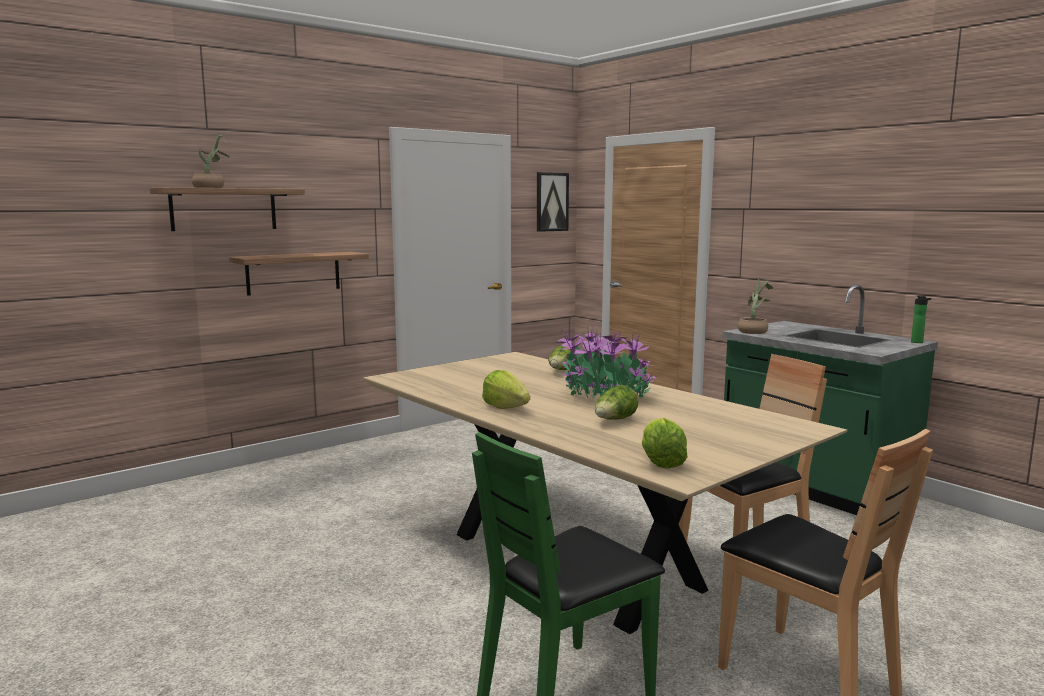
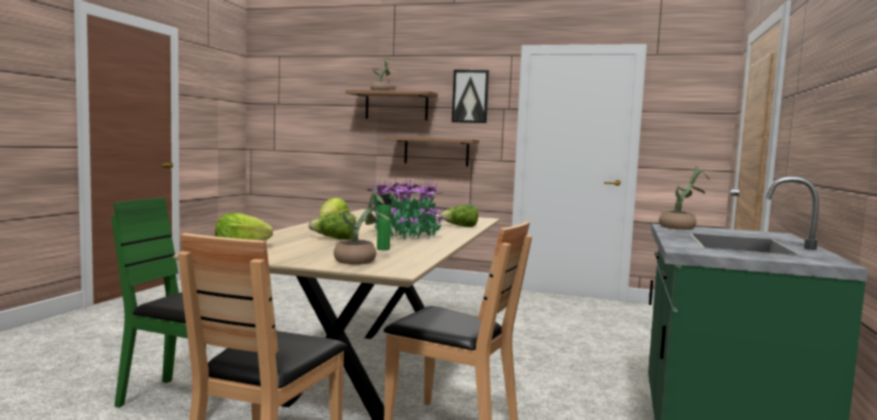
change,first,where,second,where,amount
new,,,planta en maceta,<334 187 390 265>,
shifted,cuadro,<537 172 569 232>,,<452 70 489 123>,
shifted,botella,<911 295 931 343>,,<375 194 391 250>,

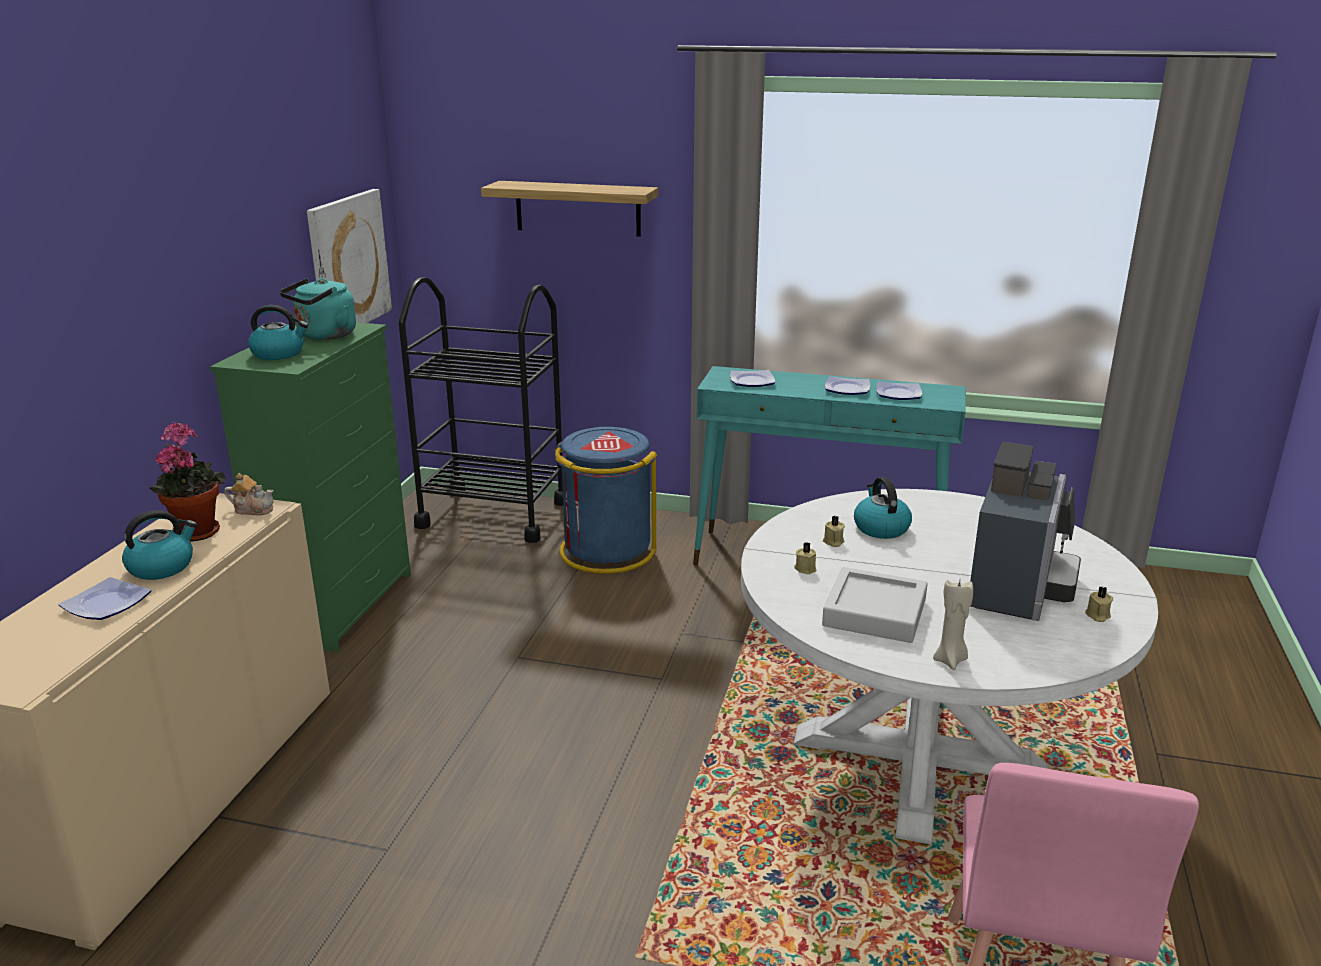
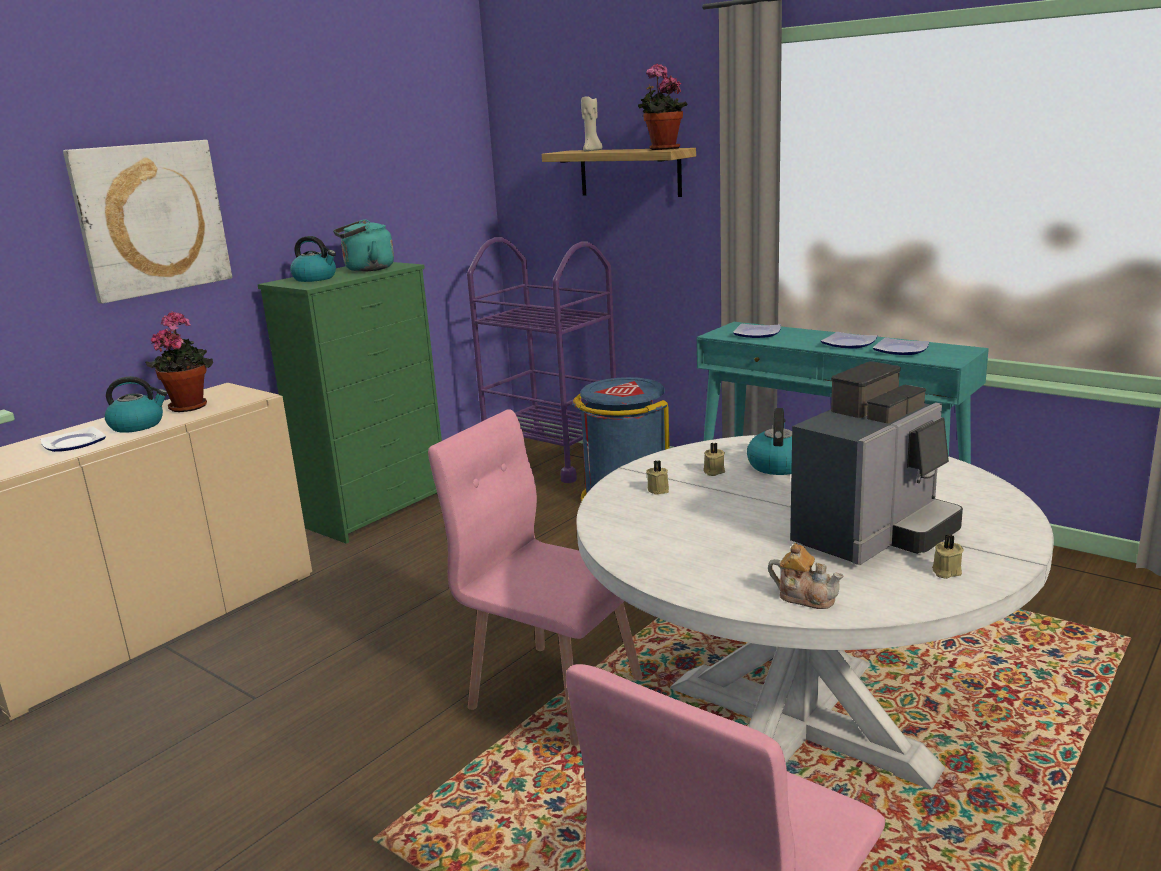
change,first,where,second,where,amount
gone,bandeja/gris,<822 567 928 643>,,,
new,,,silla/rosa,<428 409 643 746>,
new,,,planta en maceta,<638 63 688 150>,
shifted,tetera,<224 473 274 515>,,<768 543 844 609>,
shifted,cuadro,<307 189 392 323>,,<63 140 232 304>,
shifted,vela/beis,<933 580 973 670>,,<581 96 603 151>,
repainted,carrito/negro,<399 277 563 543>,carrito/morado,<467 237 616 483>,

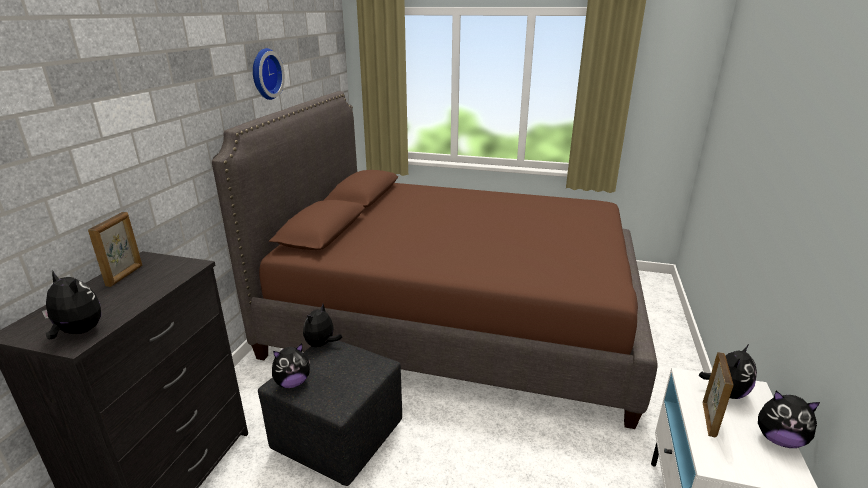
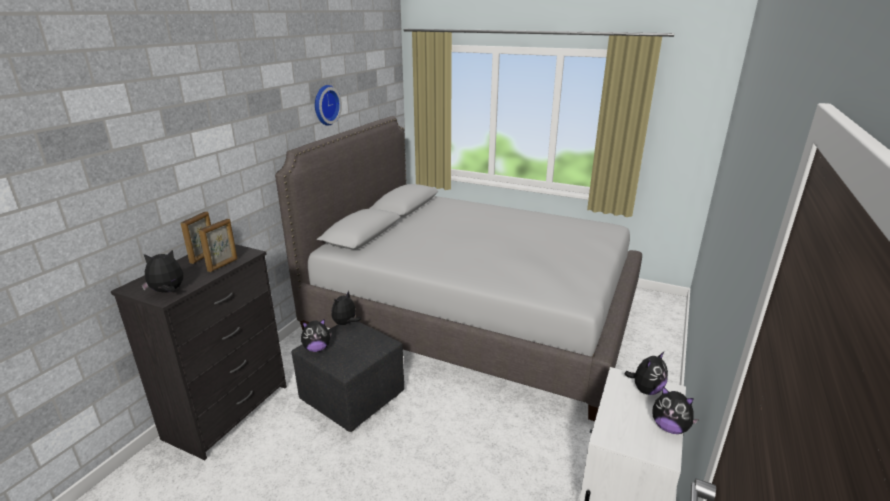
change,first,where,second,where,amount
shifted,portarretratos,<703 352 733 437>,,<199 219 237 272>,
repainted,cama/marrón,<212 91 658 429>,cama/gris,<275 116 642 421>,
rotated,peluche,<42 271 101 339>,,<141 250 183 293>,60 degrees counterclockwise

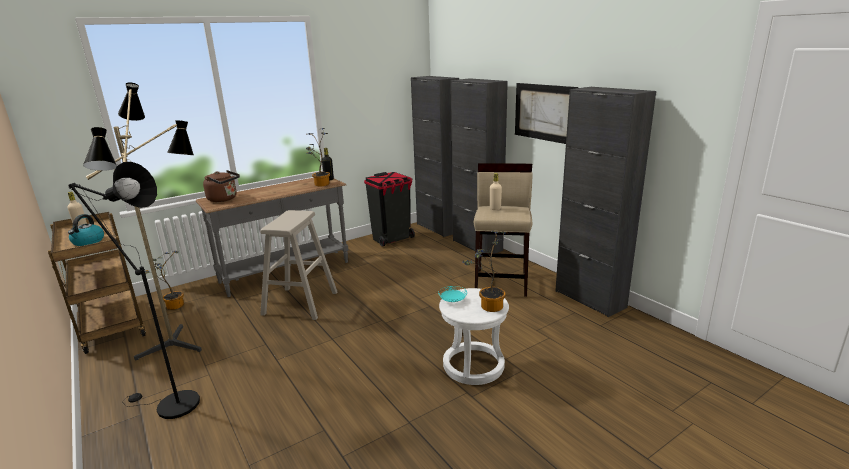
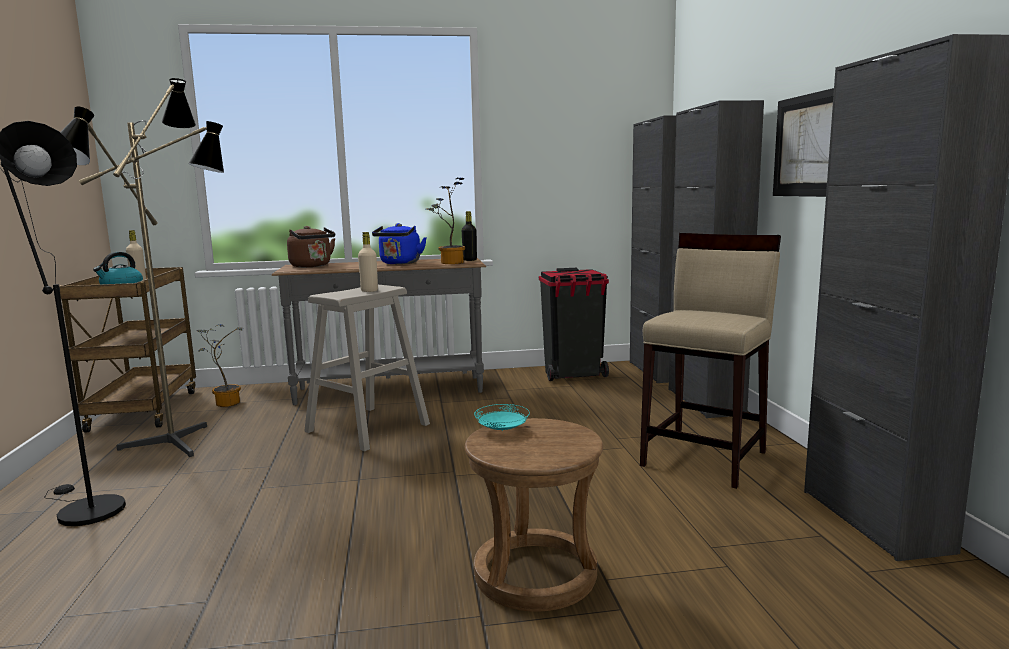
change,first,where,second,where,amount
gone,planta en maceta,<463 231 506 312>,,,
new,,,hervidor/azul,<372 223 427 264>,
shifted,botella/beis,<490 173 502 210>,,<358 232 378 292>,
repainted,taburete/blanco,<439 288 509 385>,taburete/marrón,<465 418 603 612>,

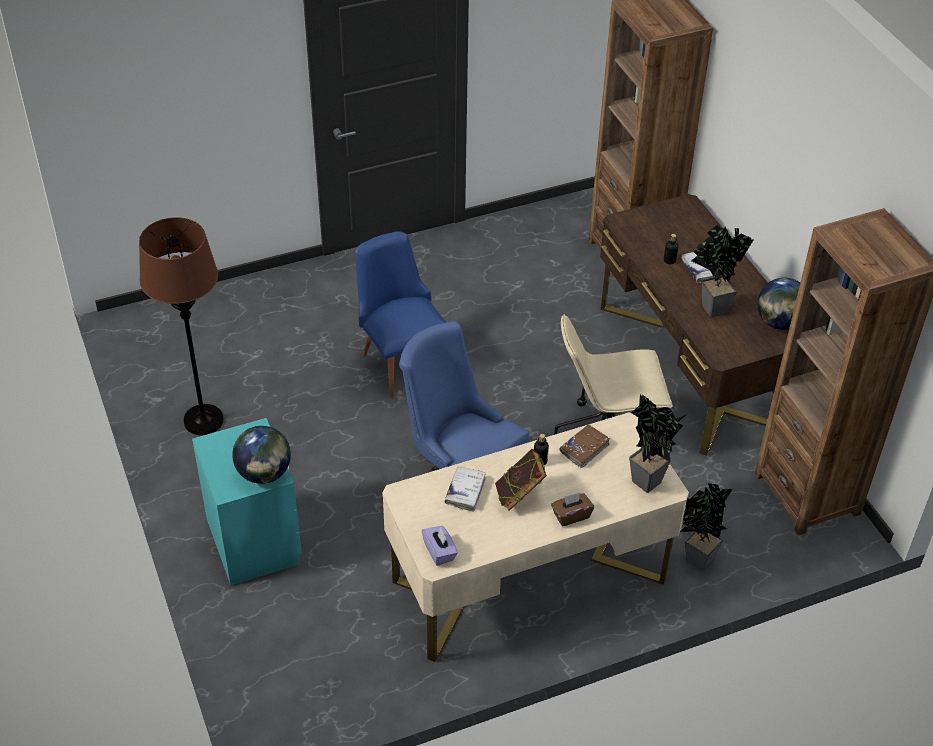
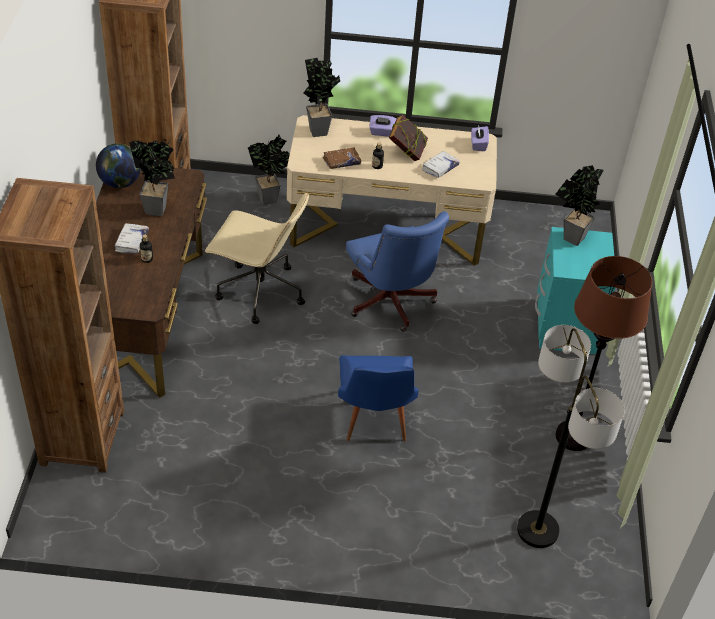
change,first,where,second,where,amount
new,,,lámpara de pie,<517 325 625 548>,
swapped,globo terráqueo,<232 426 291 484>,planta en maceta,<555 165 604 246>,
repainted,caja de pañuelos/marrón,<551 493 594 526>,caja de pañuelos/morado,<369 115 397 137>,

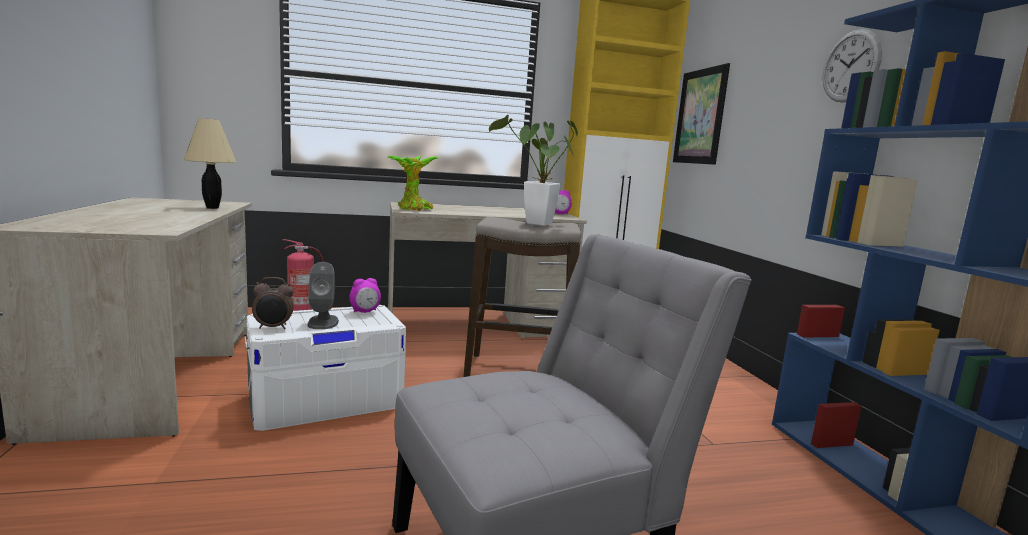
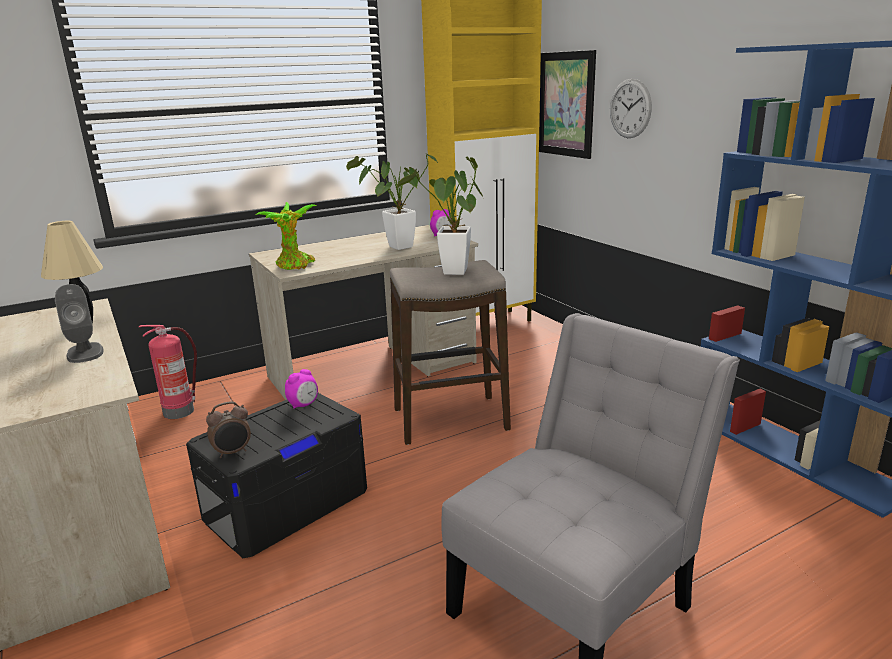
change,first,where,second,where,amount
new,,,planta en maceta,<346 152 439 250>,
shifted,altavoz/gris,<308 262 339 329>,,<55 284 103 363>,
shifted,reloj de pared,<823 29 882 102>,,<610 79 652 138>,
repainted,caja de almacenaje/blanco,<244 305 406 431>,caja de almacenaje/negro,<186 393 367 558>,

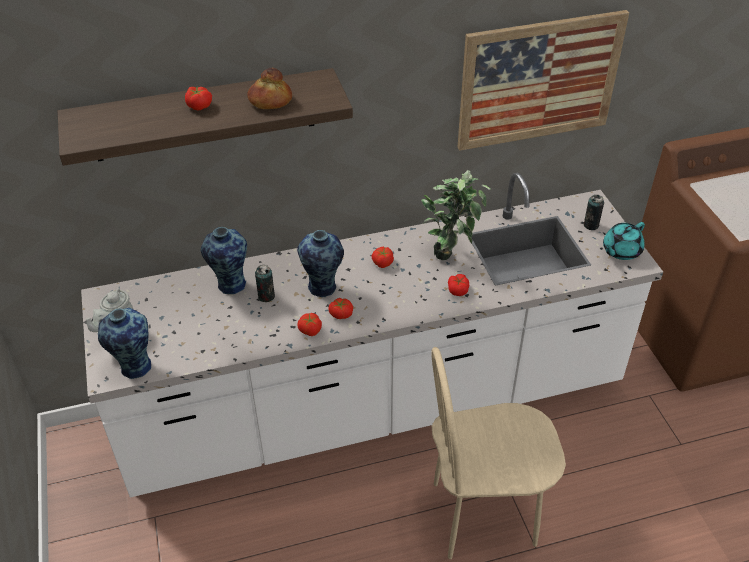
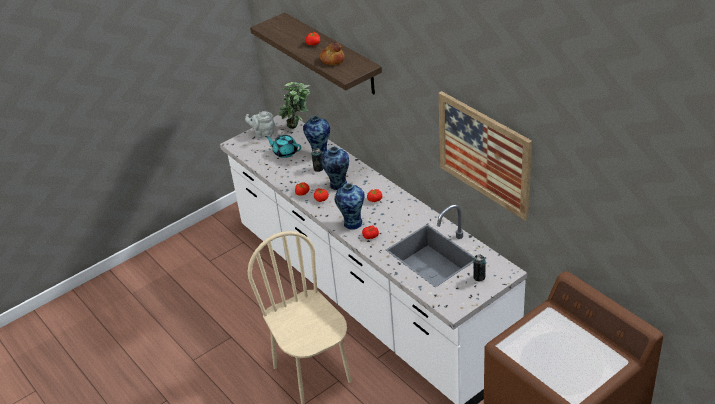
change,first,where,second,where,amount
shifted,florero,<98 308 151 379>,,<335 183 365 229>,
shifted,planta en maceta,<421 170 491 260>,,<278 82 310 129>,
shifted,tetera/turquesa,<603 222 645 260>,,<265 135 301 158>,

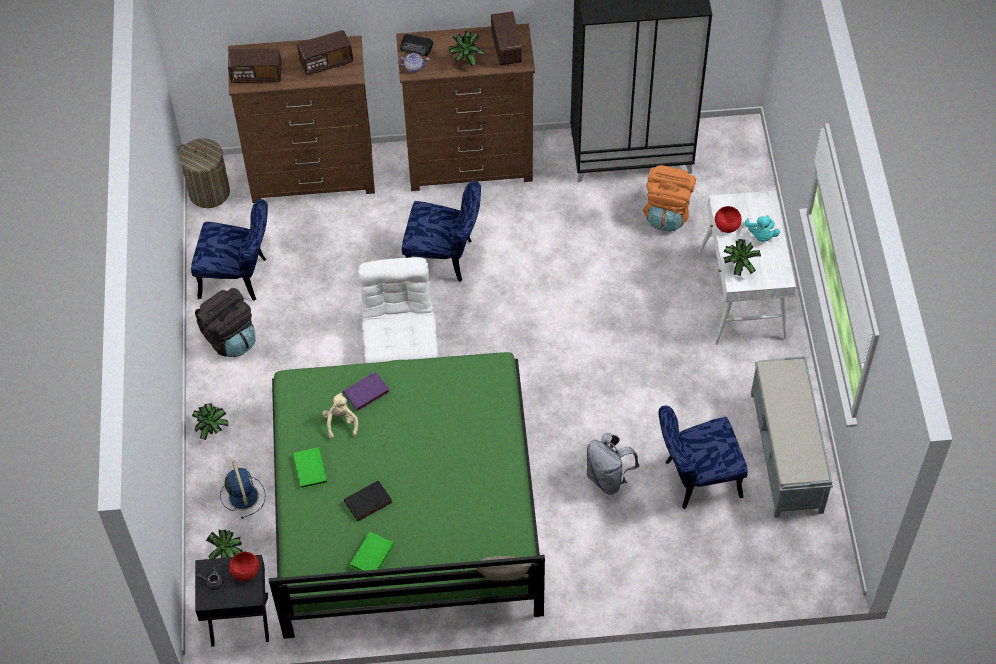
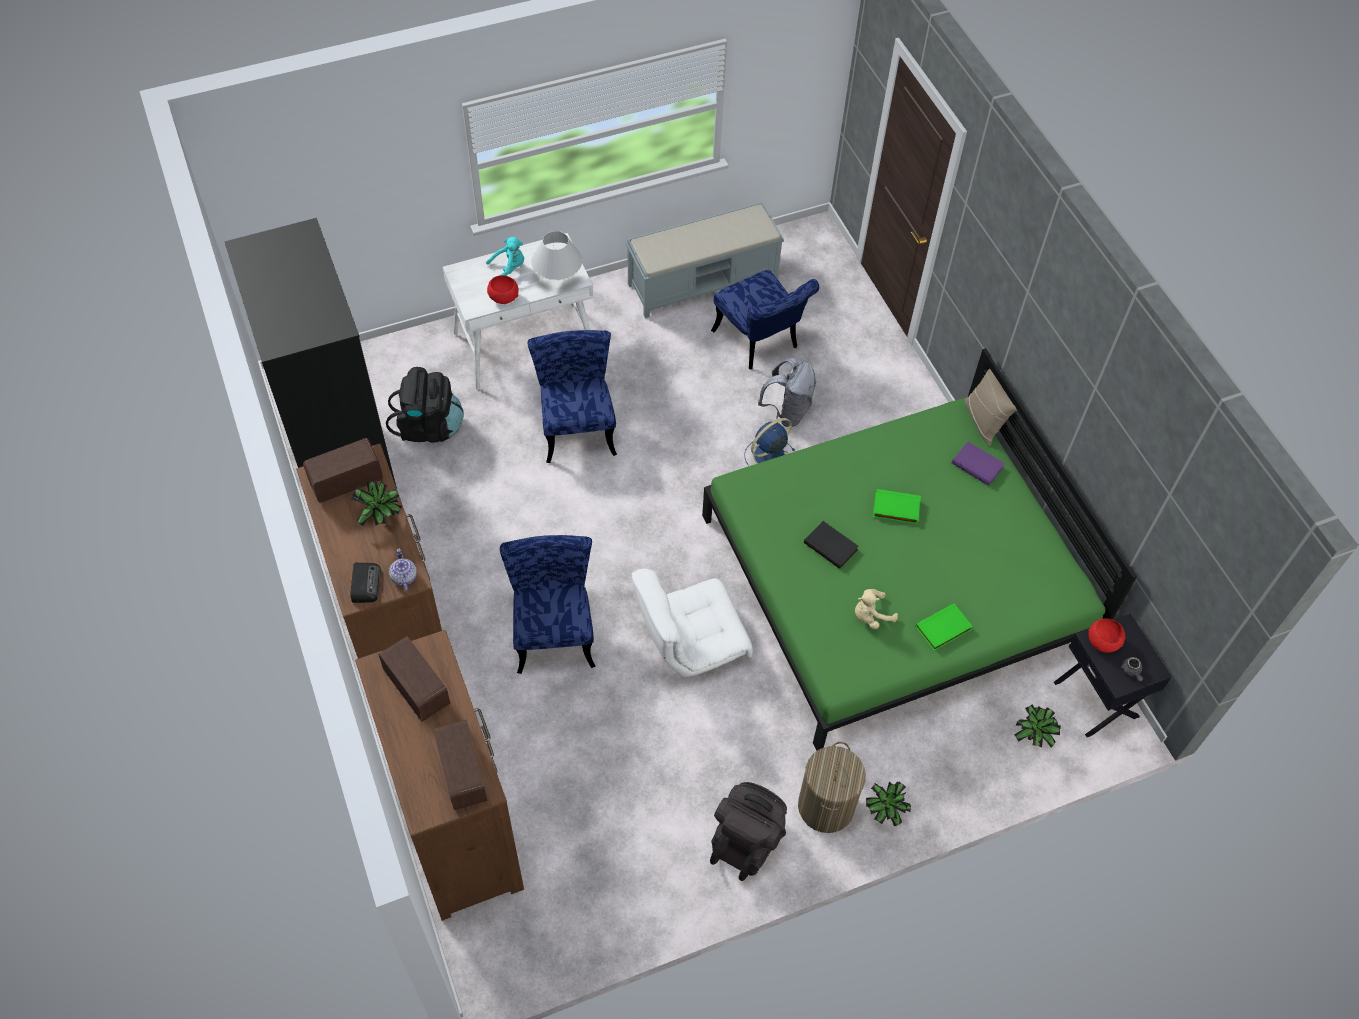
change,first,where,second,where,amount
shifted,cesto de la ropa,<178 138 230 208>,,<798 742 866 833>,
shifted,silla/azul,<191 199 268 301>,,<527 330 617 463>,
shifted,ventilador/azul,<220 461 266 519>,,<744 418 795 466>,
shifted,libro/morado,<343 372 390 411>,,<952 441 1005 486>,
shifted,libro/negro,<344 480 392 522>,,<804 521 859 569>,
shifted,libro/verde,<350 532 394 578>,,<873 489 921 524>,
swapped,planta en maceta,<723 239 761 276>,lámpara de mesa/blanco,<532 231 582 280>,
repainted,mochila/naranja,<643 165 696 231>,mochila/negro,<386 367 464 443>,

